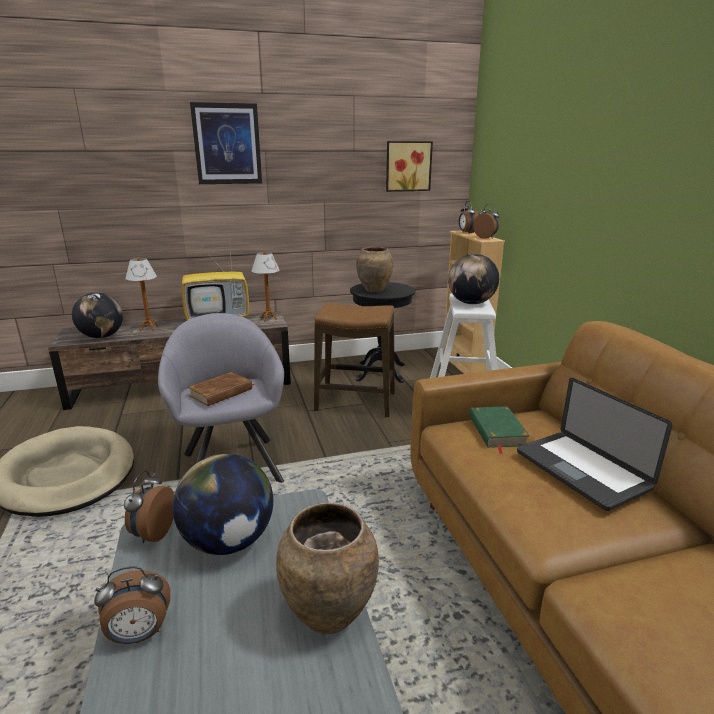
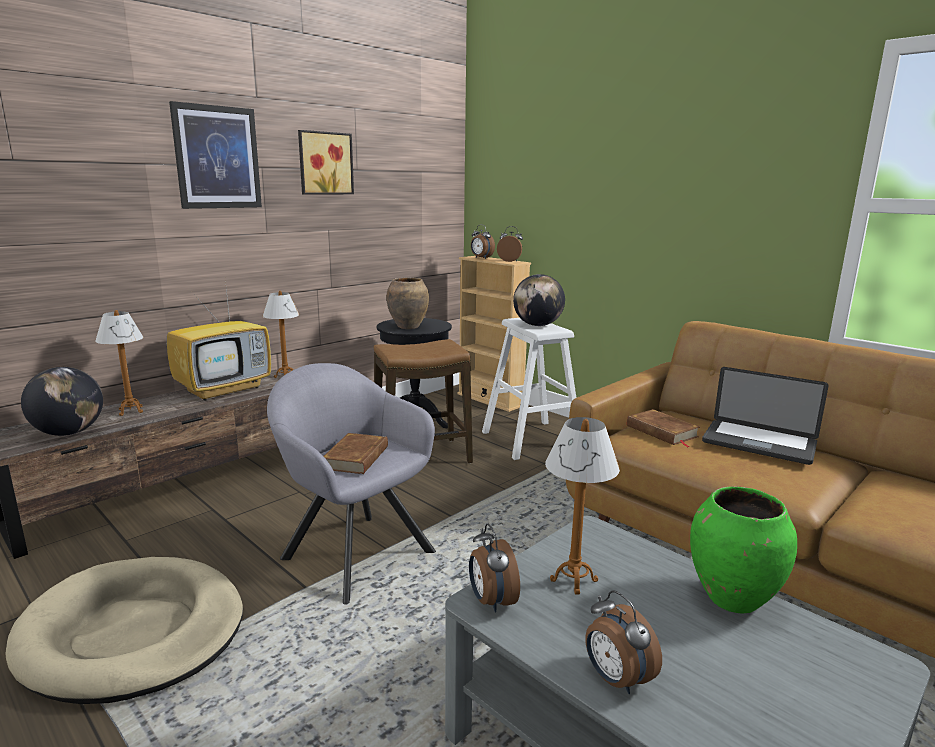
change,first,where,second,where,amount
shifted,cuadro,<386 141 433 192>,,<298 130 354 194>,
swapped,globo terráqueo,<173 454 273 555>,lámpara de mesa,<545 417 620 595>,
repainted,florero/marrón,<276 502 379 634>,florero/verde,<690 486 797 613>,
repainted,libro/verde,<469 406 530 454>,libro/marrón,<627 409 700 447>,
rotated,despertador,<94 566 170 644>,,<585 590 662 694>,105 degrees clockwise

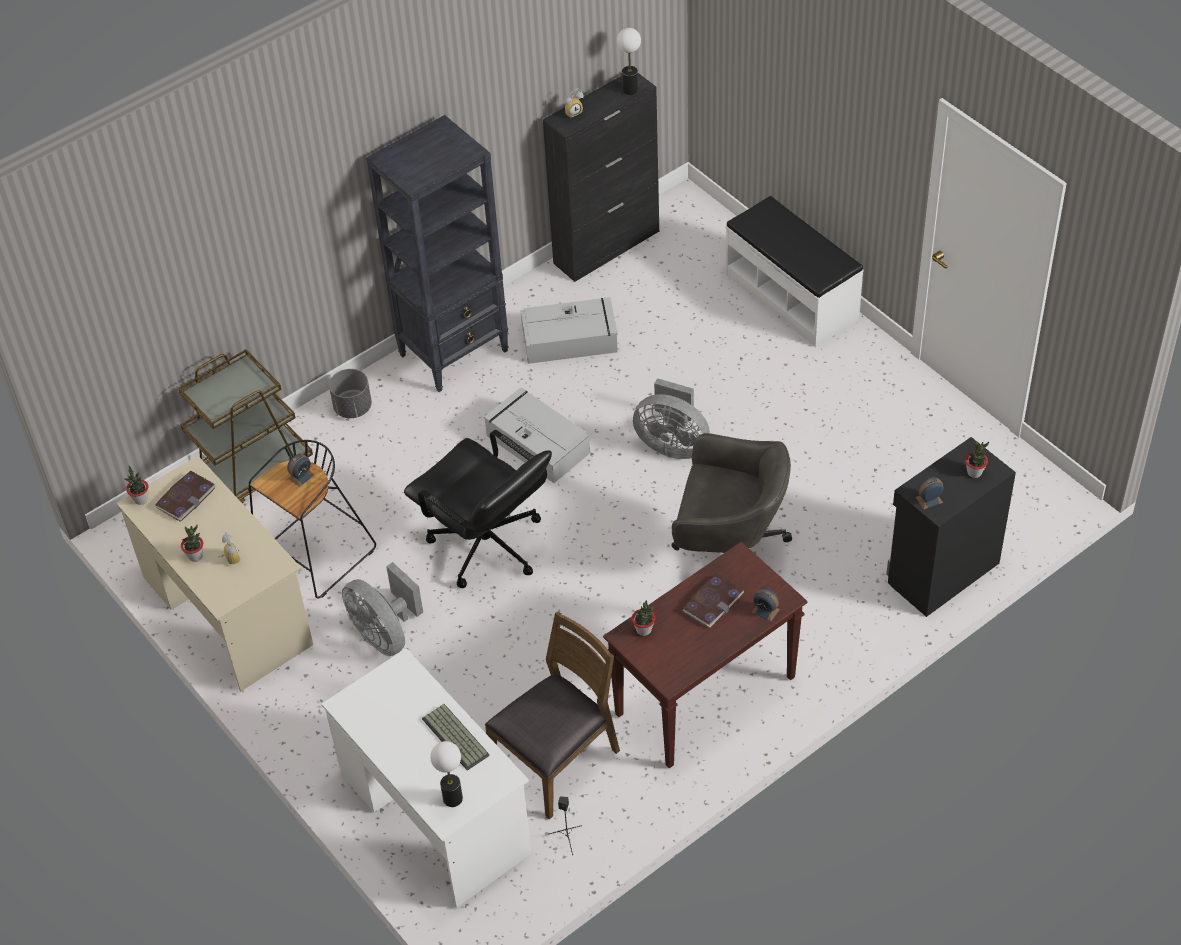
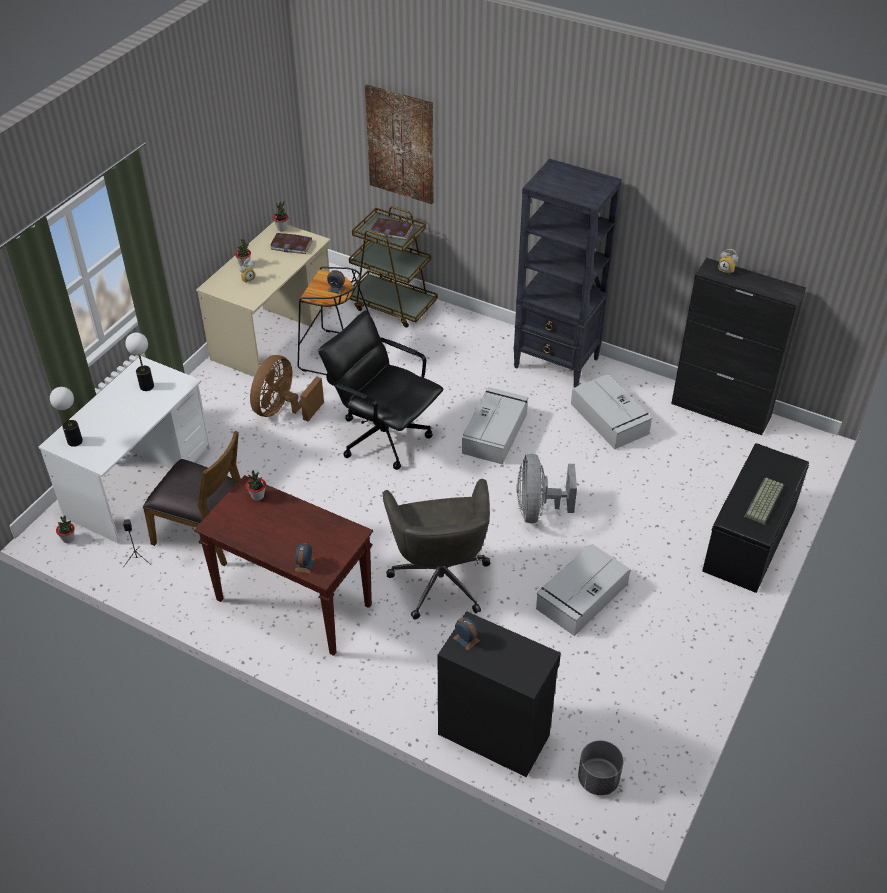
change,first,where,second,where,amount
new,,,cuadro,<365 84 434 204>,
new,,,caja de almacenaje/gris,<536 544 631 636>,
shifted,maceta/gris,<329 369 372 418>,,<578 740 623 795>,
shifted,teclado,<422 704 490 771>,,<744 478 784 525>,
shifted,lámpara de mesa,<617 28 641 95>,,<125 333 154 391>,
shifted,libro,<682 573 744 628>,,<371 218 413 240>,
shifted,planta en maceta,<965 442 989 478>,,<56 515 74 543>,
repainted,ventilador/gris,<342 562 423 656>,ventilador/marrón,<250 355 324 422>,
repainted,banco/blanco,<726 196 863 347>,banco/negro,<702 443 809 593>,
rotated,silla de oficina/negro,<404 430 552 588>,,<318 311 443 470>,105 degrees clockwise

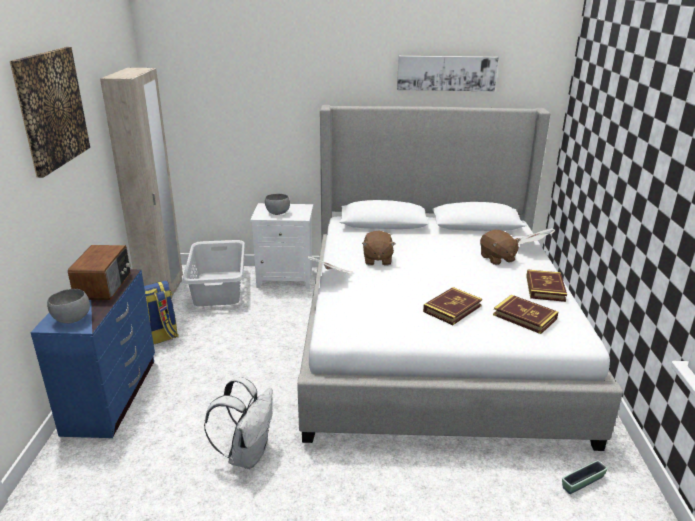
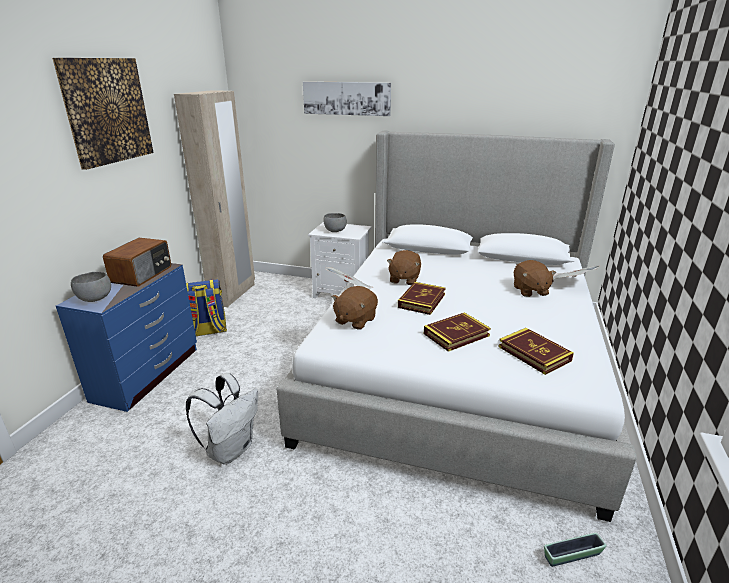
change,first,where,second,where,amount
gone,cesto de la ropa/gris,<183 240 245 306>,,,
new,,,peluche/marrón,<332 286 378 330>,
shifted,cuadro,<397 56 499 91>,,<303 81 391 116>,
shifted,libro,<526 269 567 302>,,<398 282 446 315>,

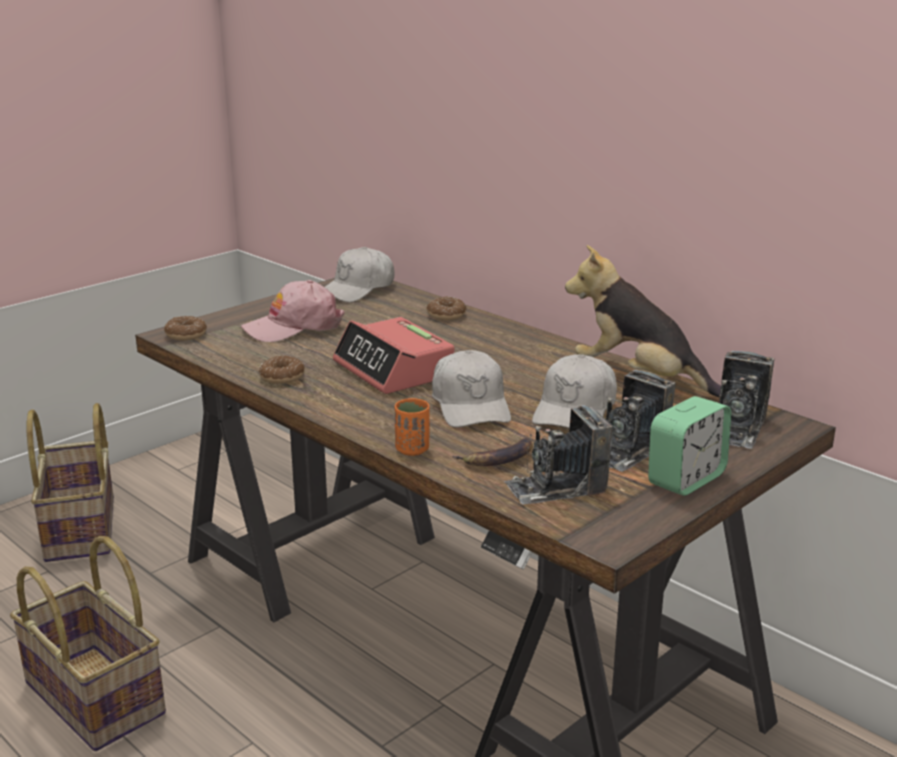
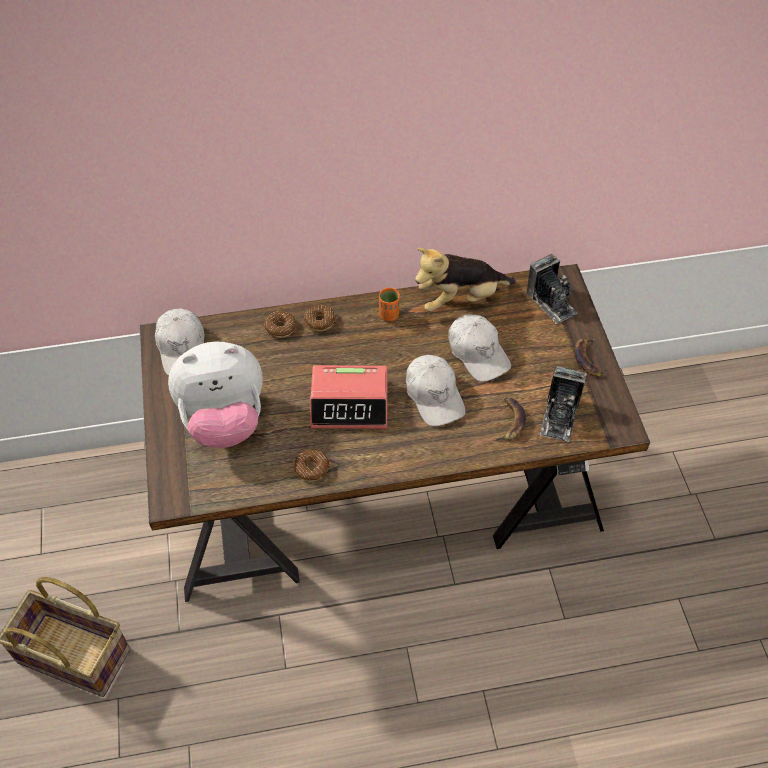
change,first,where,second,where,amount
gone,cesta,<10 536 166 751>,,,
gone,cámara,<603 370 676 472>,,,
shifted,rosquilla,<164 316 207 341>,,<304 305 336 331>,
shifted,taza/naranja,<395 398 430 456>,,<379 288 400 321>,
swapped,gorra/rosa,<241 280 345 342>,peluche,<168 341 263 448>,
swapped,despertador,<648 396 731 496>,plátano,<574 339 604 377>,
rotated,gorra/blanco,<432 350 511 428>,,<406 355 466 426>,45 degrees clockwise

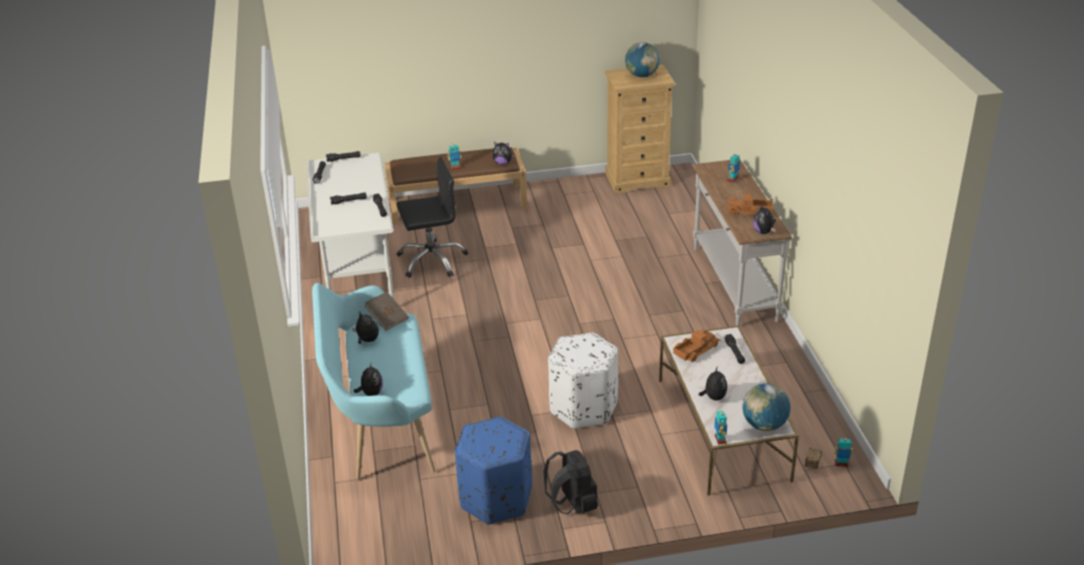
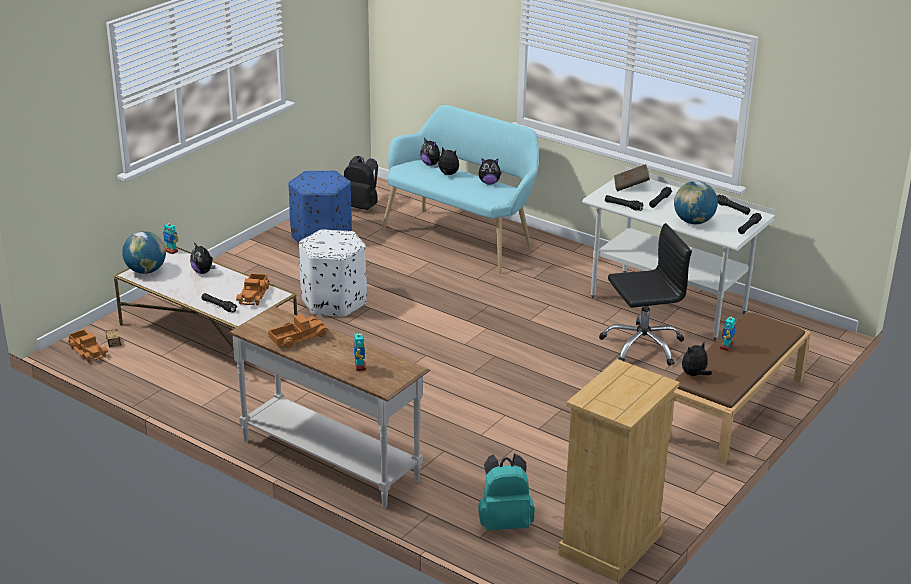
change,first,where,second,where,amount
new,,,mochila/turquesa,<478 453 535 530>,
shifted,libro/marrón,<365 292 409 331>,,<614 164 650 192>,
shifted,mochila/negro,<543 450 598 514>,,<344 156 378 210>,
shifted,globo terráqueo,<625 42 660 77>,,<674 181 718 224>,
shifted,peluche,<753 204 776 234>,,<434 147 459 175>,
swapped,robot de juguete,<834 438 853 467>,camión de juguete,<68 329 108 362>,
rotated,silla de oficina/negro,<396 157 468 278>,,<599 223 692 366>,135 degrees counterclockwise

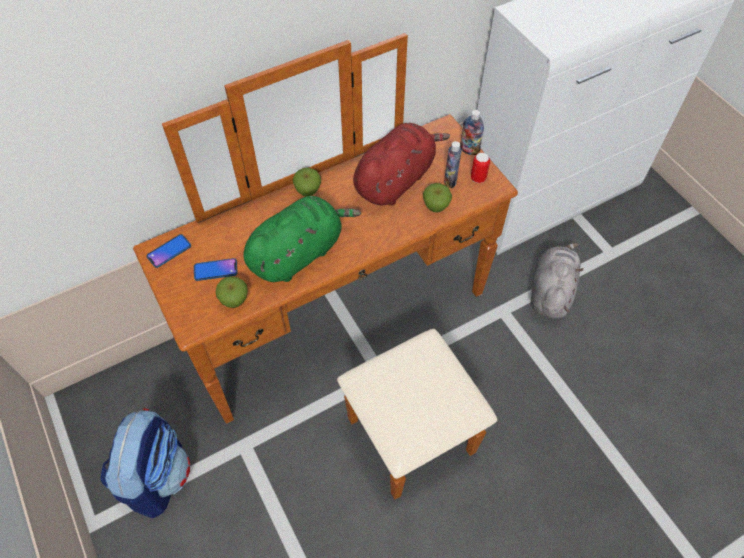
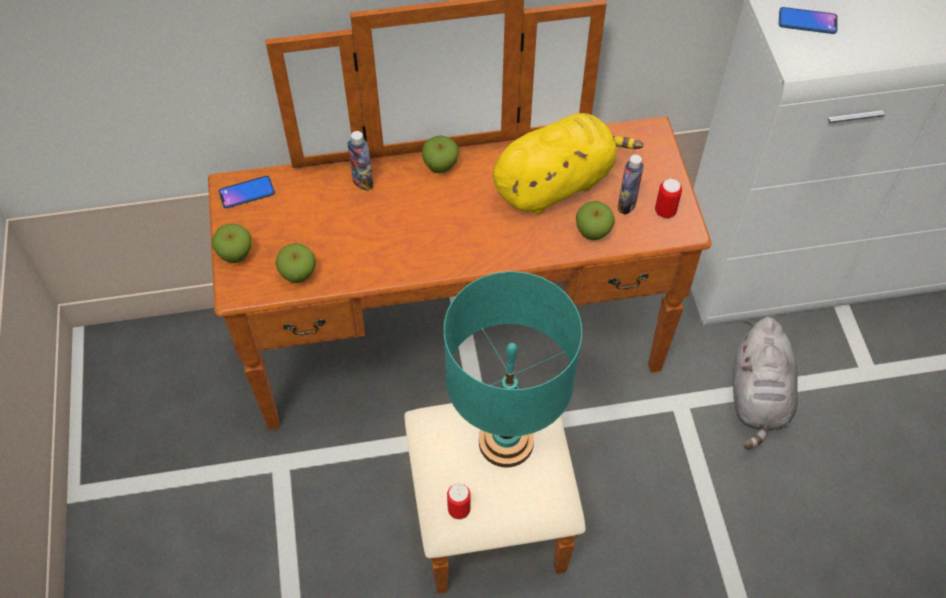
change,first,where,second,where,amount
gone,mochila,<100 409 190 518>,,,
gone,peluche/verde,<243 196 361 282>,,,
new,,,manzana,<212 224 251 263>,
new,,,lámpara de mesa/turquesa,<444 271 582 468>,
new,,,lata,<447 483 471 520>,
shifted,móvil,<194 258 238 281>,,<779 7 838 34>,
shifted,botella,<460 110 484 155>,,<347 131 373 191>,
repainted,peluche/rojo,<353 123 450 206>,peluche/amarillo,<493 113 644 214>,
rotated,peluche/gris,<531 243 583 319>,,<733 317 798 450>,150 degrees clockwise

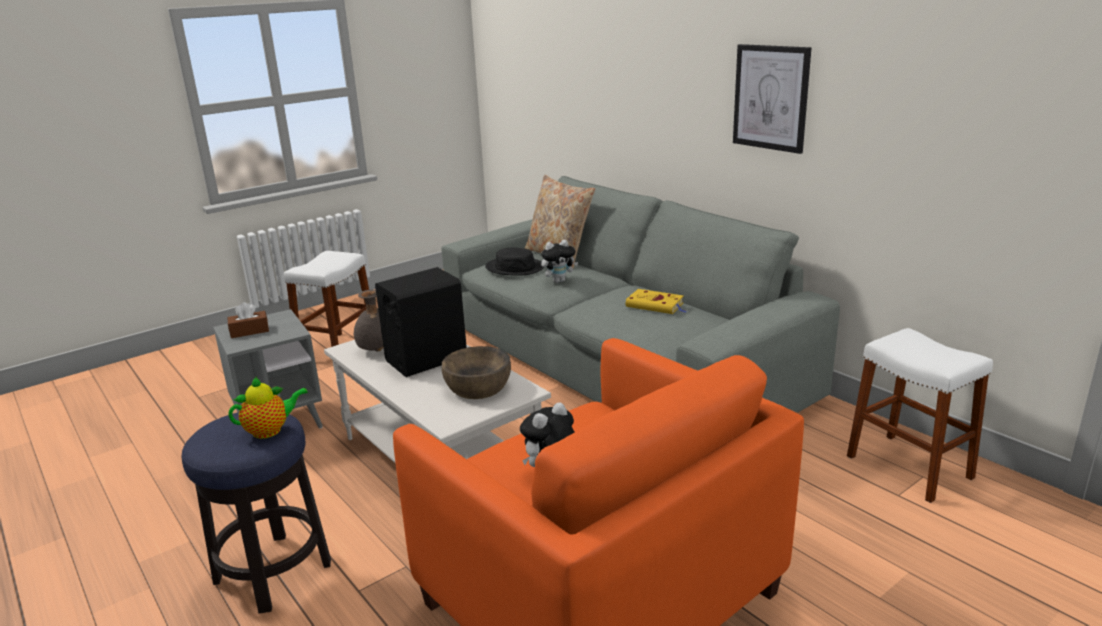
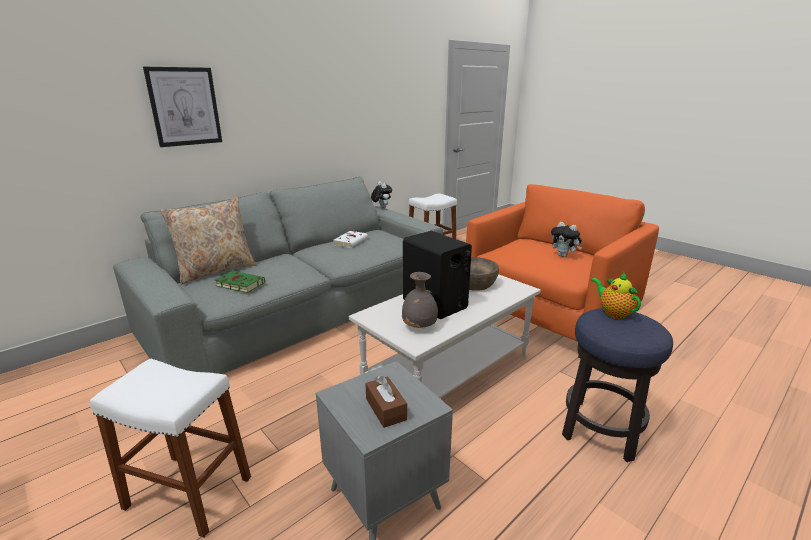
change,first,where,second,where,amount
shifted,peluche,<541 240 578 283>,,<371 181 392 208>,
shifted,cuadro,<733 44 811 154>,,<143 67 222 147>,
swapped,sombrero/negro,<485 247 545 276>,libro/verde,<215 271 265 293>,
repainted,libro/amarillo,<626 289 686 314>,libro/blanco,<334 231 368 248>,

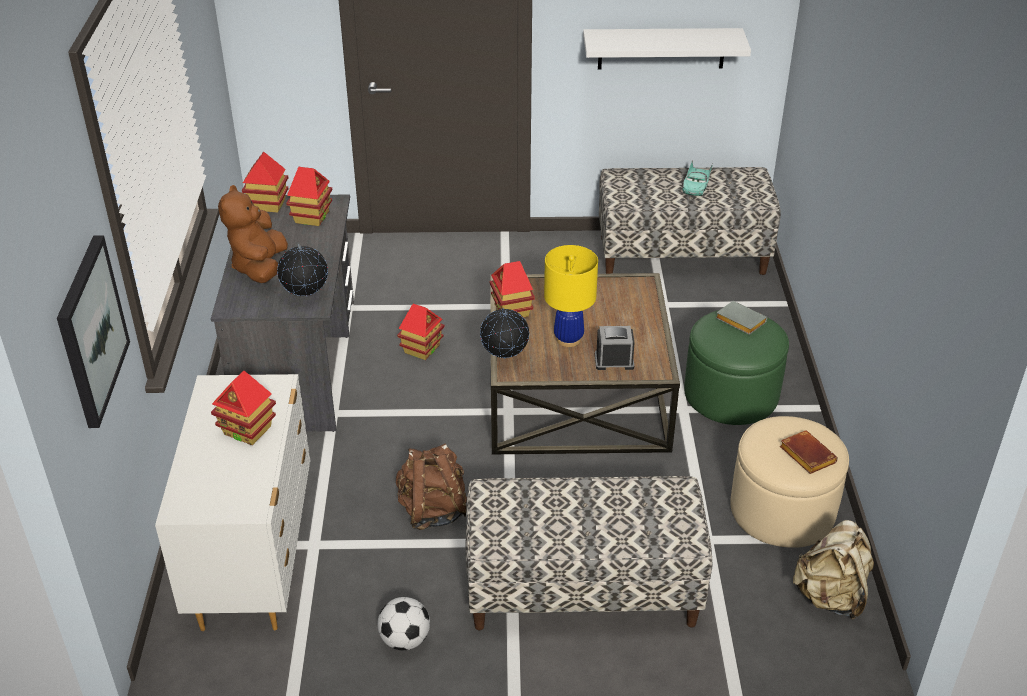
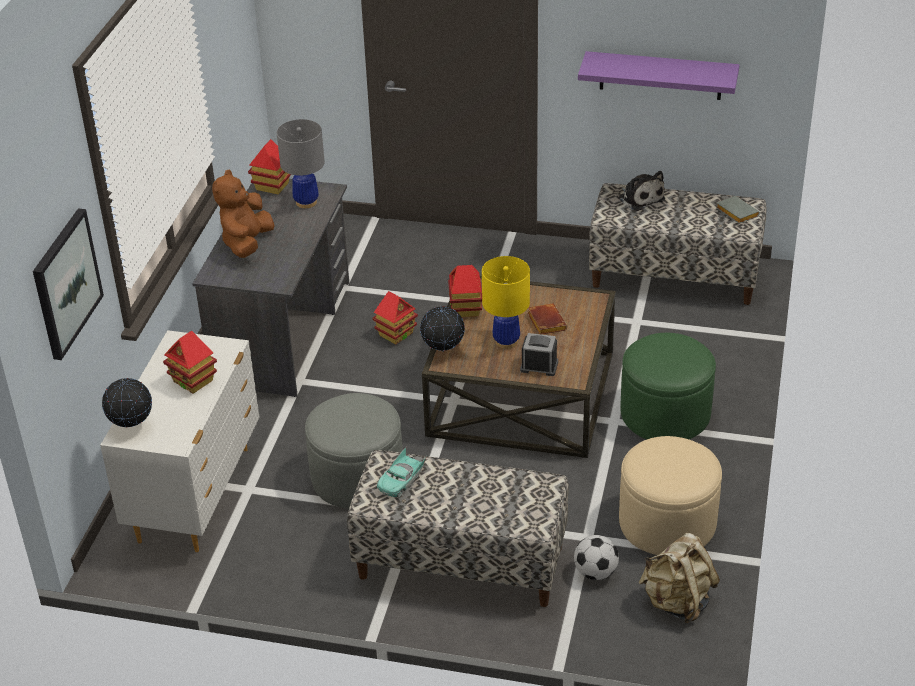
change,first,where,second,where,amount
new,,,peluche,<619 171 665 211>,
shifted,globo terráqueo,<277 244 328 297>,,<102 378 152 427>,
shifted,balón de fútbol,<377 597 430 651>,,<574 535 619 580>,
shifted,coche de juguete/turquesa,<682 160 713 196>,,<377 447 427 497>,
shifted,libro/gris,<716 301 767 335>,,<716 196 760 224>,
shifted,libro/marrón,<780 430 838 474>,,<527 304 567 335>,
swapped,casita,<286 167 332 226>,lámpara de mesa/gris,<277 119 325 208>,
swapped,mochila/marrón,<396 443 467 530>,puf/gris,<305 393 403 509>,
repainted,estante/blanco,<583 28 751 69>,estante/morado,<578 51 739 100>,

